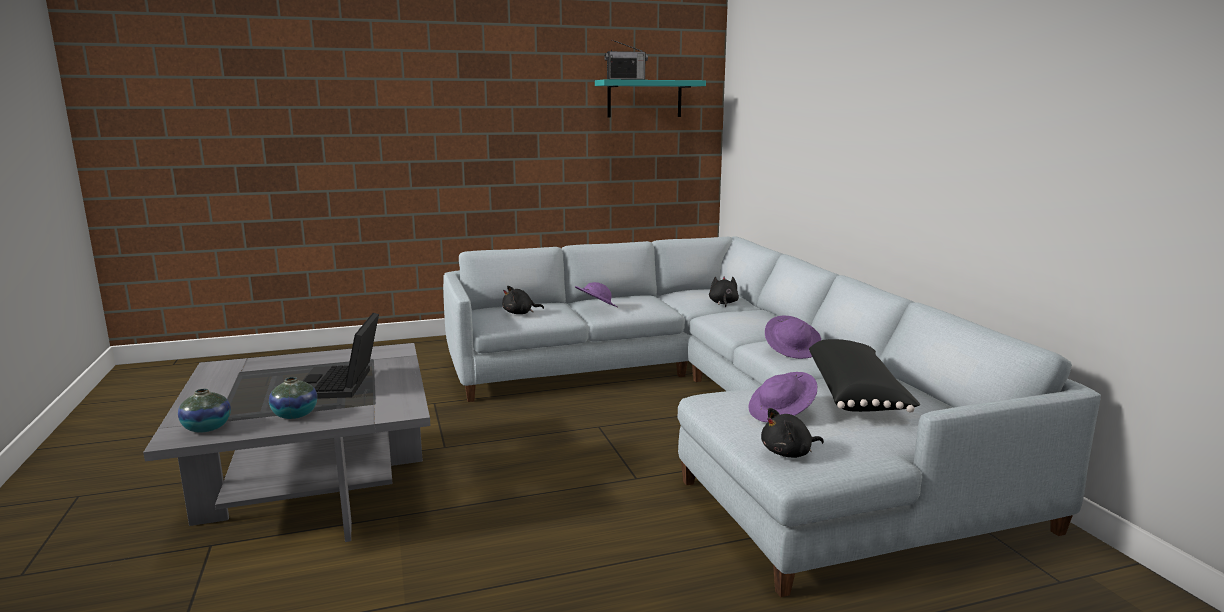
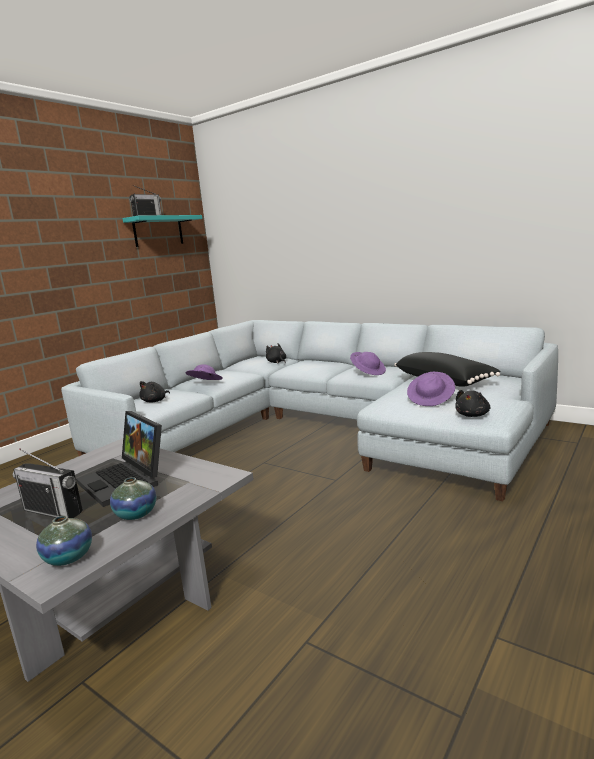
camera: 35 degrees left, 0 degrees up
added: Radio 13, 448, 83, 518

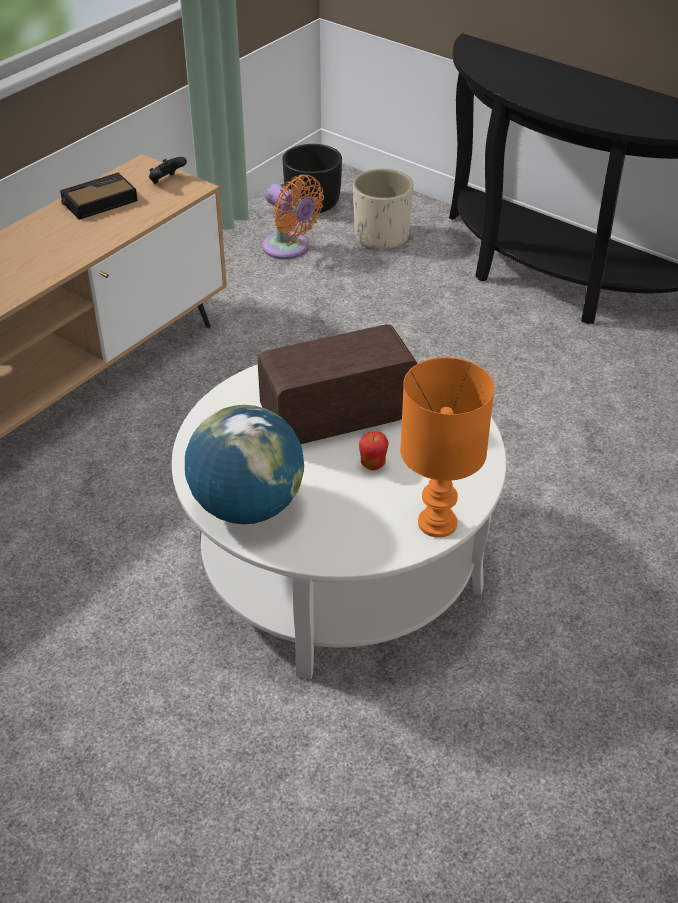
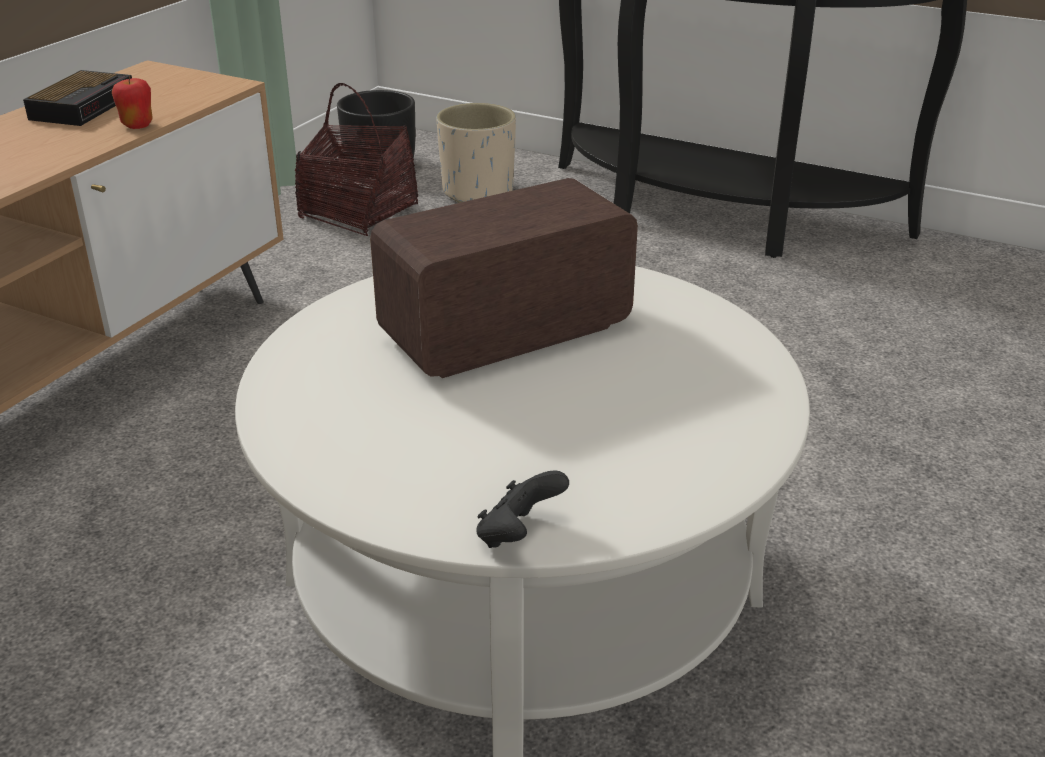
camera: 10 degrees left, 10 degrees down
removed: DeskGlobe 185, 405, 304, 524; OrangeColouredTableLamp 400, 357, 494, 538
moved: Apple 359, 431, 389, 470 to 112, 76, 153, 129; BlackColouredGameController 149, 157, 187, 184 to 476, 470, 569, 548
replaced: OrangeColouredFan 262, 175, 324, 259 to StorageBasket 295, 83, 418, 236
turned: BedsideClock 60, 172, 138, 220 = 23, 70, 132, 126 150 degrees clockwise

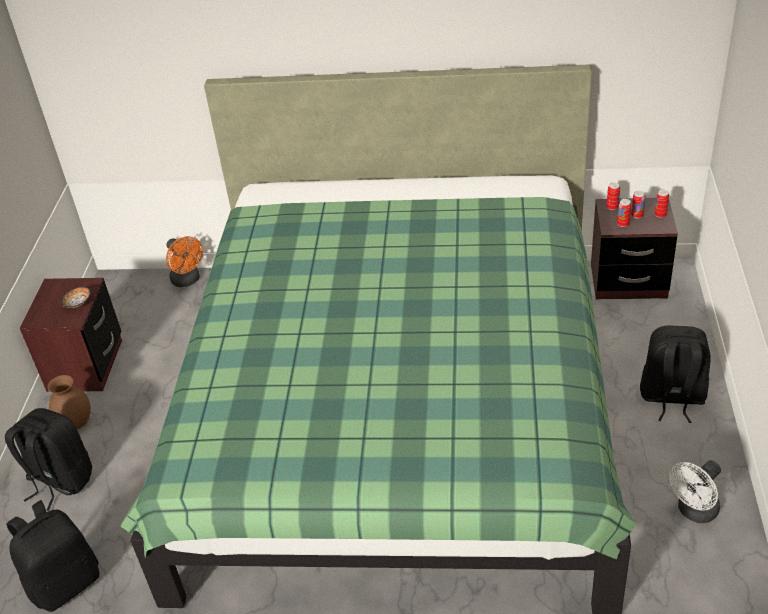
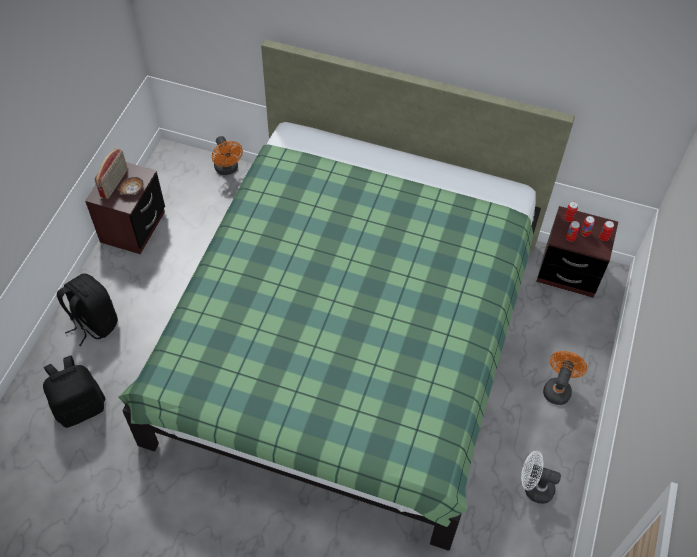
camera: 10 degrees right, 15 degrees up
removed: BrownVase 47, 375, 91, 429
added: Radio 95, 148, 128, 199
replaced: BlackColouredBackpack 640, 325, 711, 423 to OrangeColouredFan 543, 351, 587, 405
turned: WhiteColouredFan 669, 460, 721, 523 = 521, 451, 561, 504 45 degrees clockwise

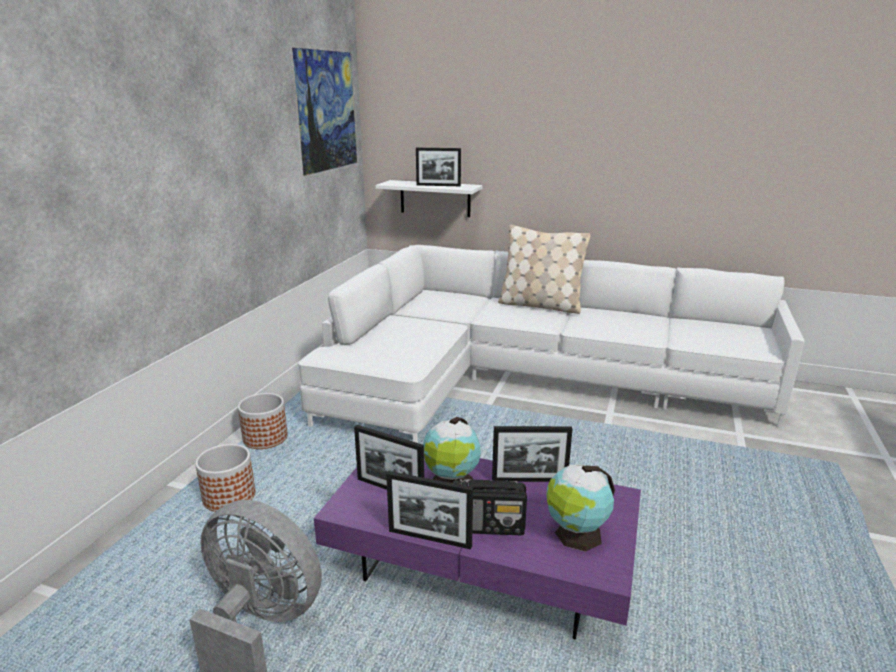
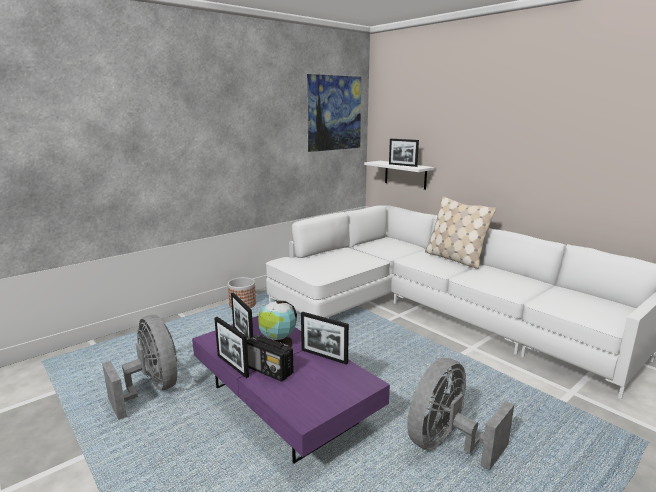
camera: 30 degrees right, 5 degrees down
removed: Planter 195, 444, 255, 512; DeskGlobe 546, 464, 615, 551
added: GreyFan 407, 358, 514, 471

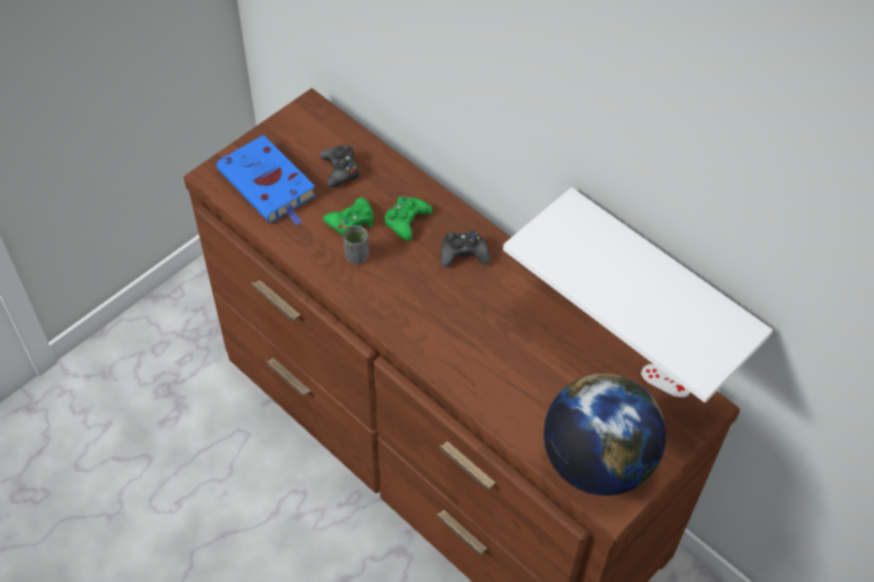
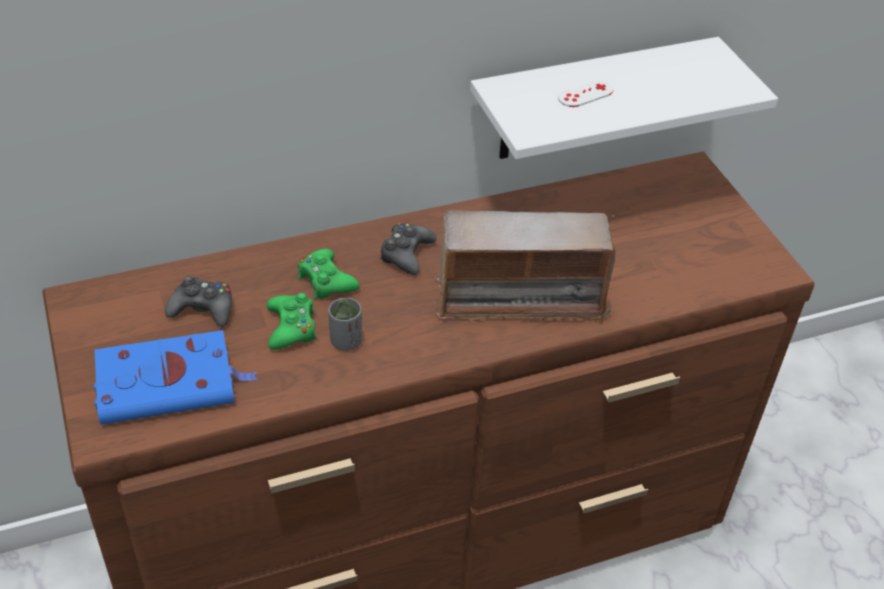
camera: 65 degrees left, 10 degrees down
removed: DeskGlobe 544, 373, 666, 496
added: Radio 433, 210, 616, 322
moved: WhiteColouredGameController 641, 364, 690, 398 to 558, 80, 613, 107

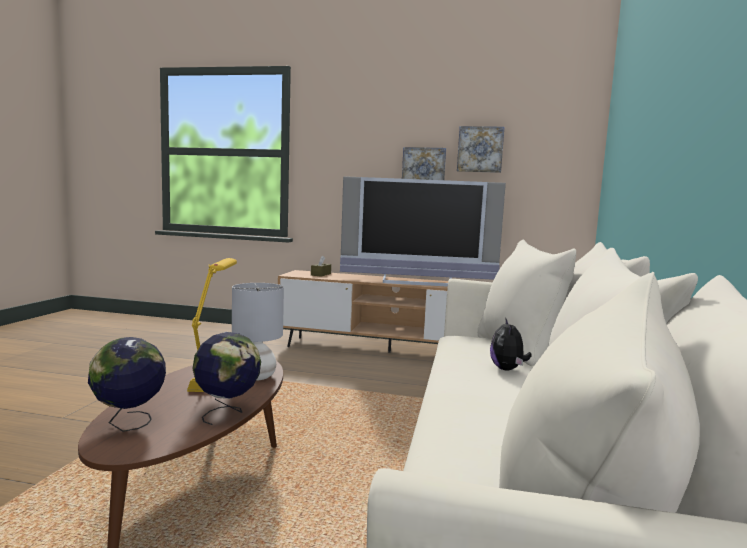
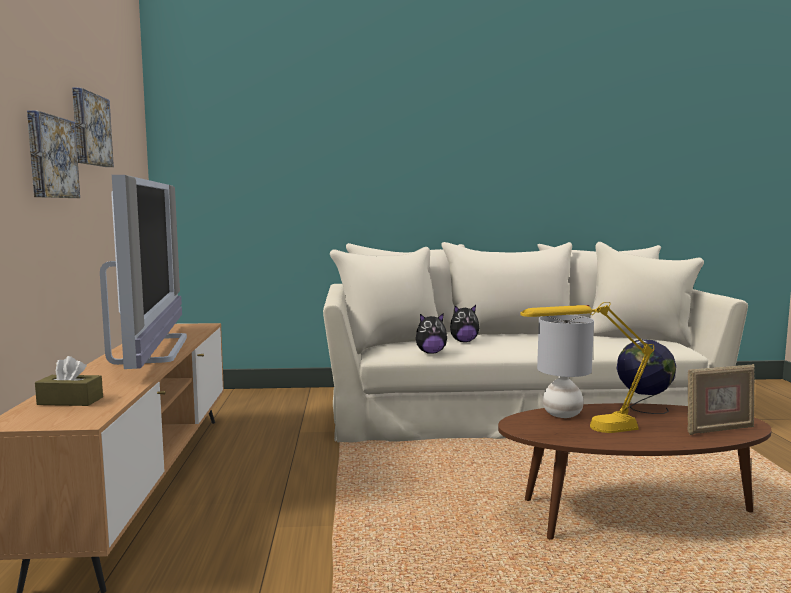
camera: 105 degrees left, 0 degrees up
added: PlushToy 416, 313, 447, 354
replaced: DeskGlobe 88, 337, 166, 432 to PhotoFrame 688, 364, 755, 435

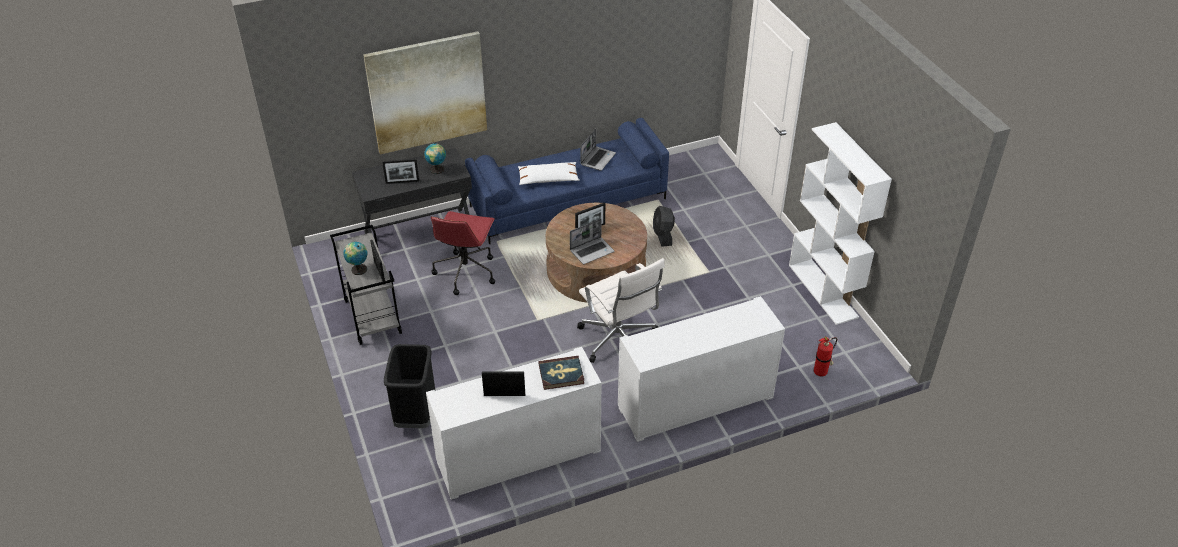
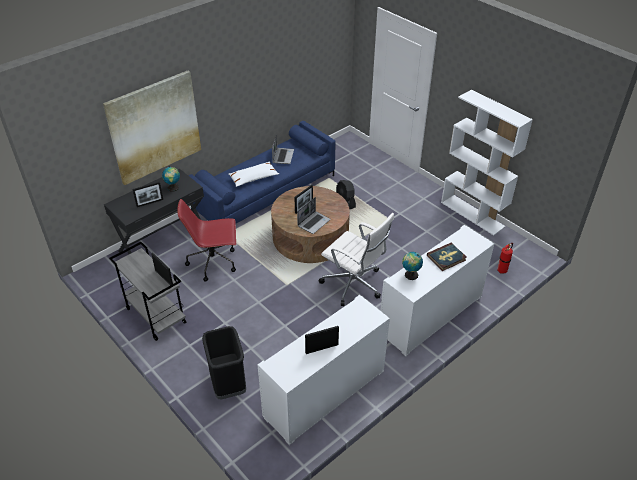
camera: 20 degrees left, 0 degrees up
moved: DeskGlobe 343, 242, 367, 275 to 402, 252, 423, 280; Volume 538, 356, 584, 390 to 427, 243, 467, 271
turned: RedColouredComputerChair 431, 211, 495, 295 = 177, 199, 236, 282 90 degrees clockwise

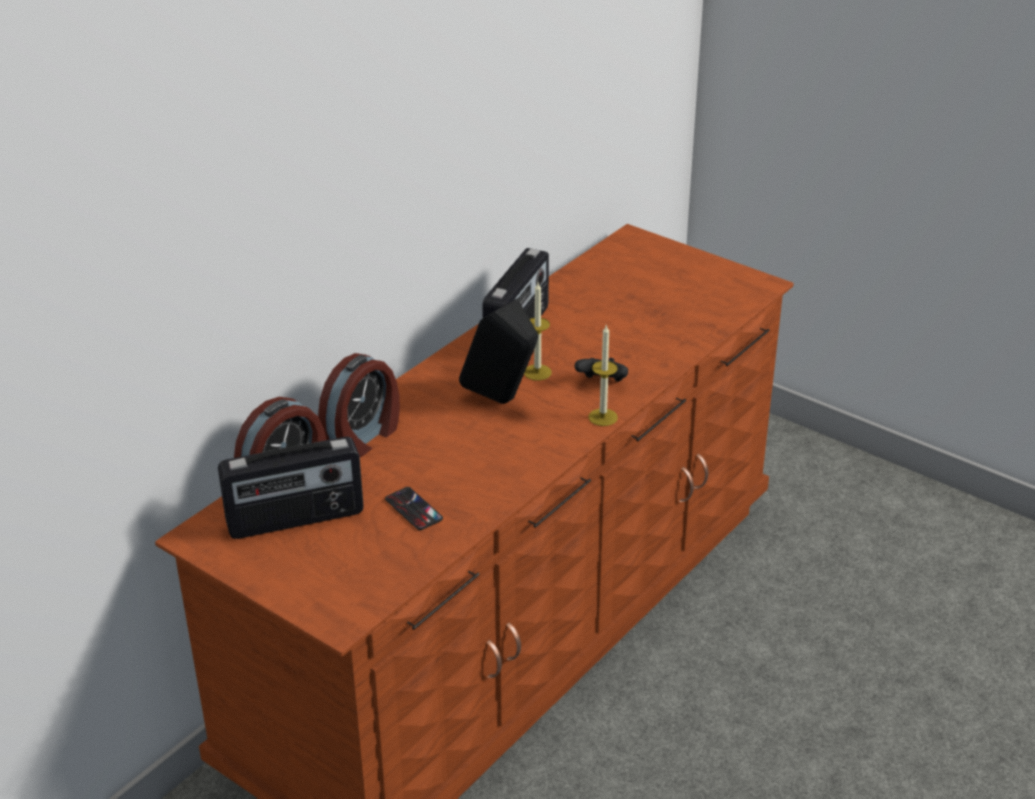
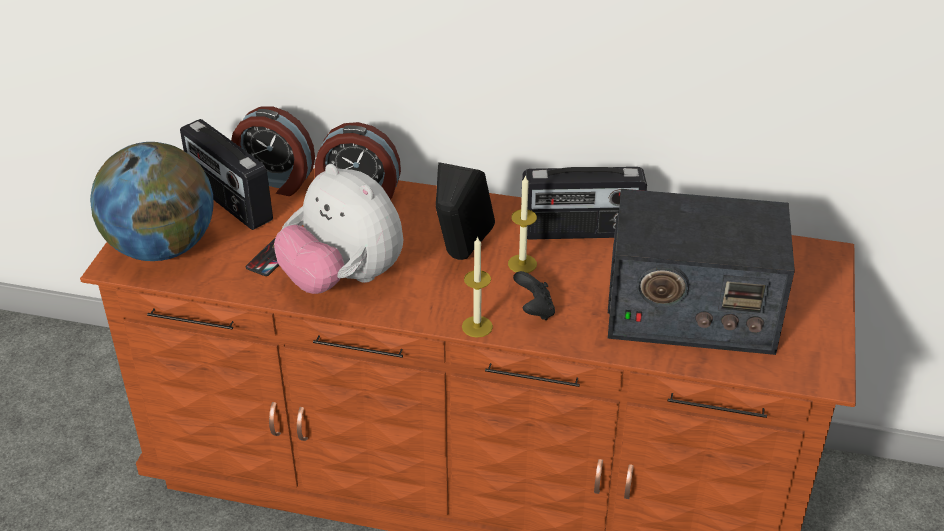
camera: 65 degrees right, 5 degrees up
added: DeskGlobe 90, 142, 214, 261; PlushToy 274, 164, 403, 294; Radio 608, 189, 795, 355

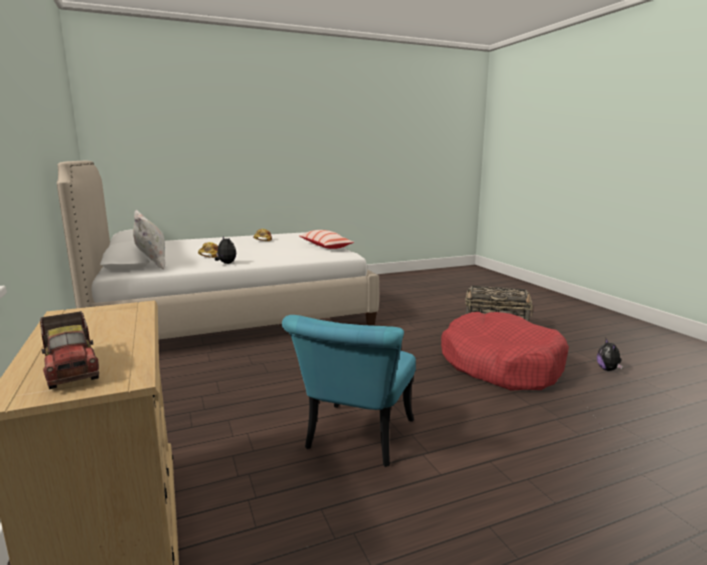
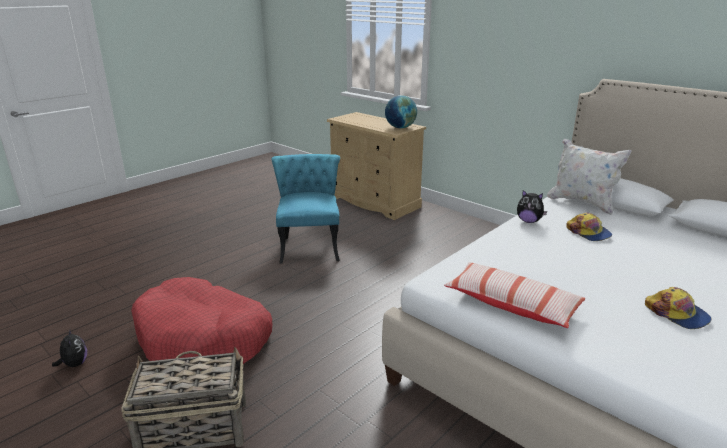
camera: 155 degrees right, 10 degrees up
removed: ToyTruck 40, 311, 99, 389
added: DeskGlobe 385, 95, 417, 128

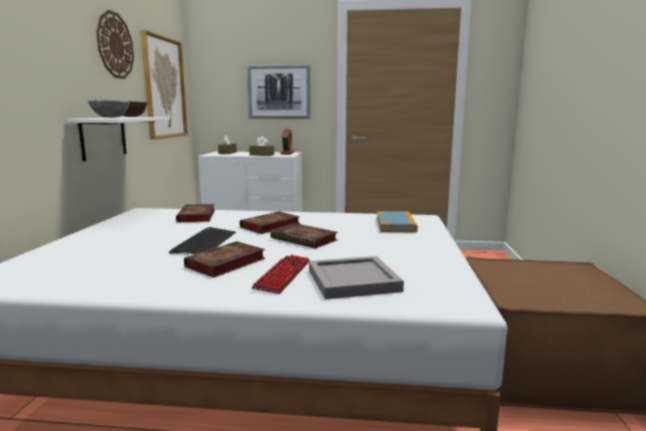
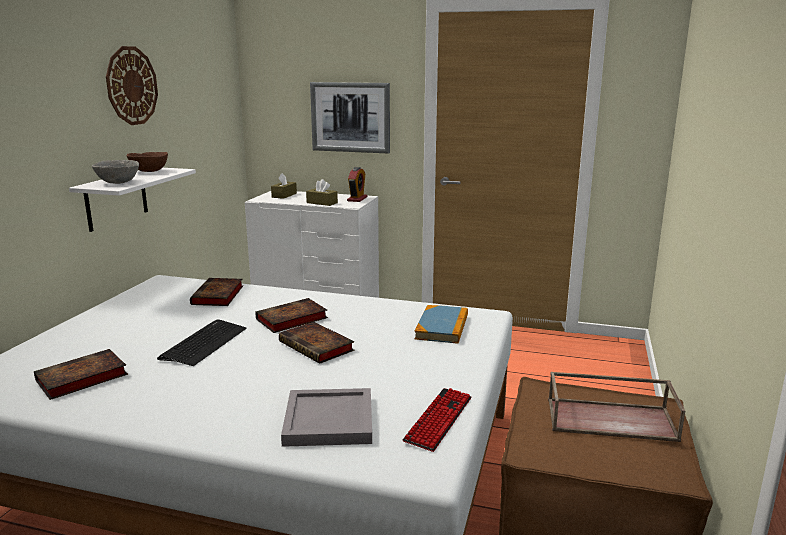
camera: 10 degrees right, 5 degrees up
removed: WallArt 141, 30, 188, 140
added: BrownTray 548, 372, 685, 442
moved: Volume 184, 241, 265, 278 to 34, 349, 128, 400; PcKeyboard 251, 255, 310, 294 to 403, 388, 471, 452

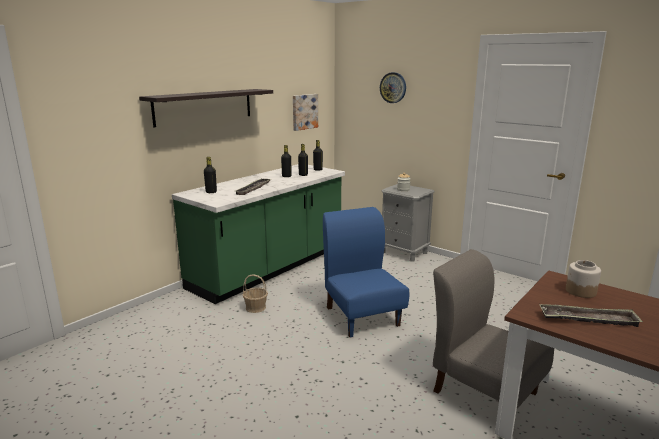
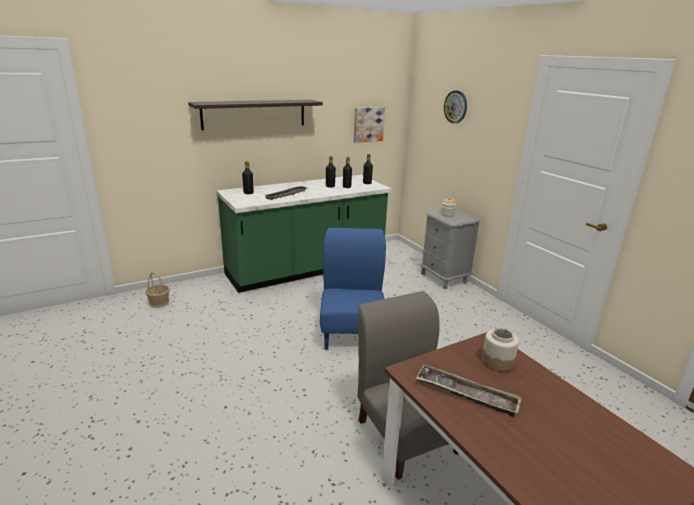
camera: 20 degrees right, 5 degrees up
moved: StorageBasket 242, 274, 268, 313 to 145, 272, 170, 308

